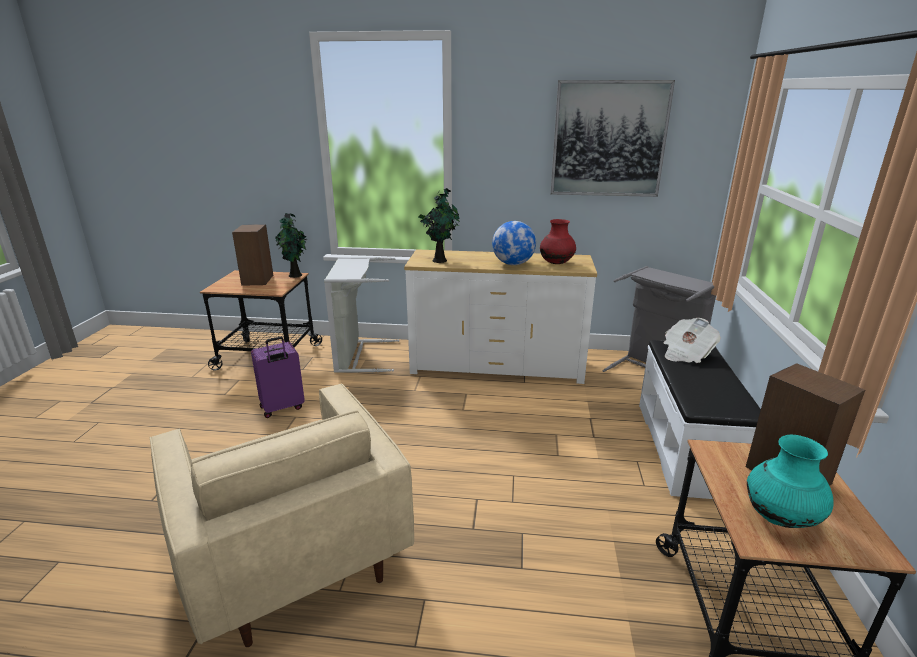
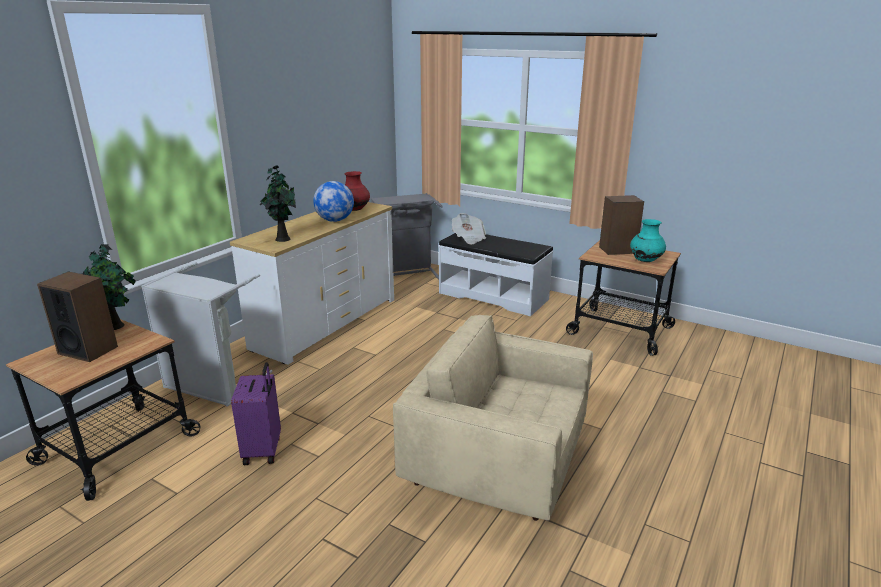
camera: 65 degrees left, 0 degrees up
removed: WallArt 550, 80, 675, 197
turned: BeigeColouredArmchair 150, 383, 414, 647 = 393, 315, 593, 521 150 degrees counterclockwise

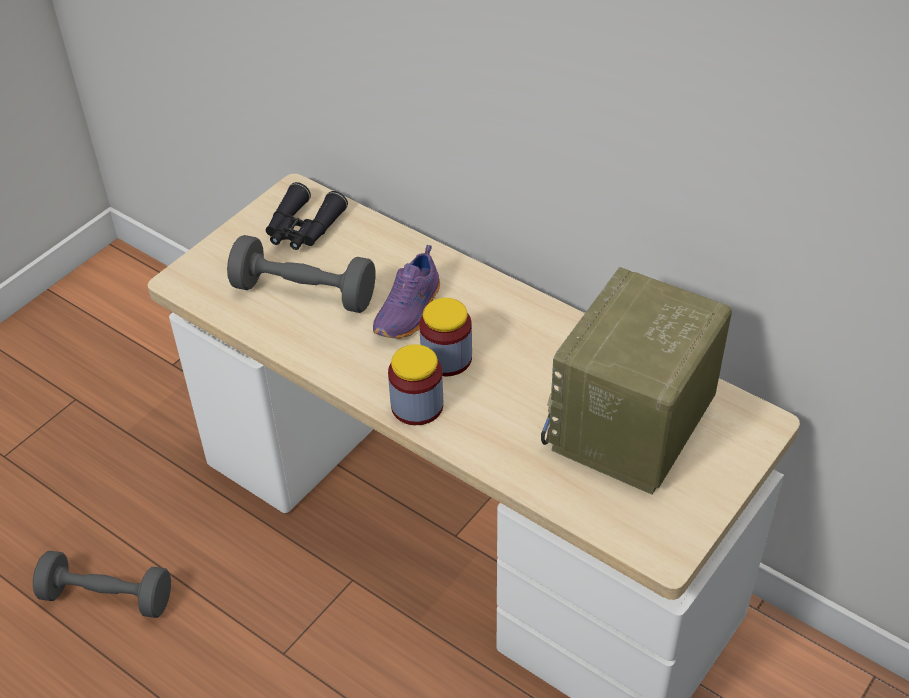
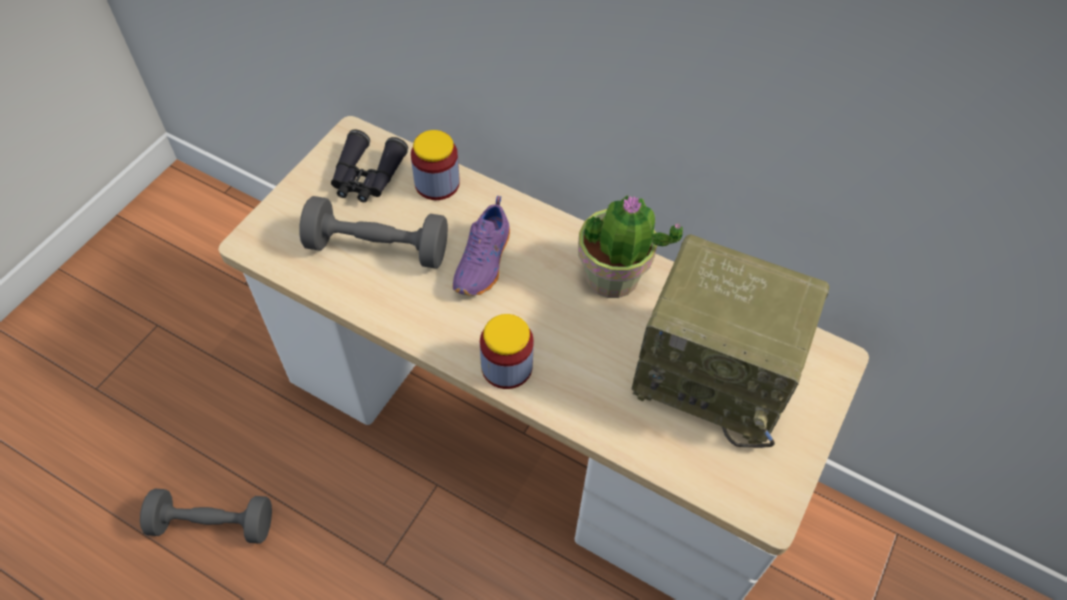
camera: 10 degrees left, 10 degrees up
added: Houseplant 578, 195, 683, 298
moved: Jar 419, 298, 472, 376 to 411, 130, 460, 200
turned: Radio 541, 267, 732, 495 = 632, 234, 829, 448 90 degrees counterclockwise

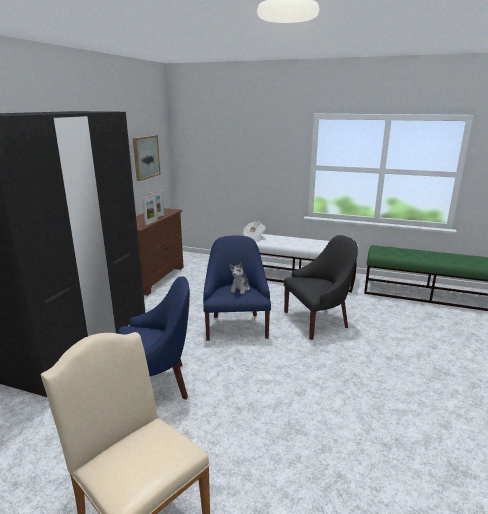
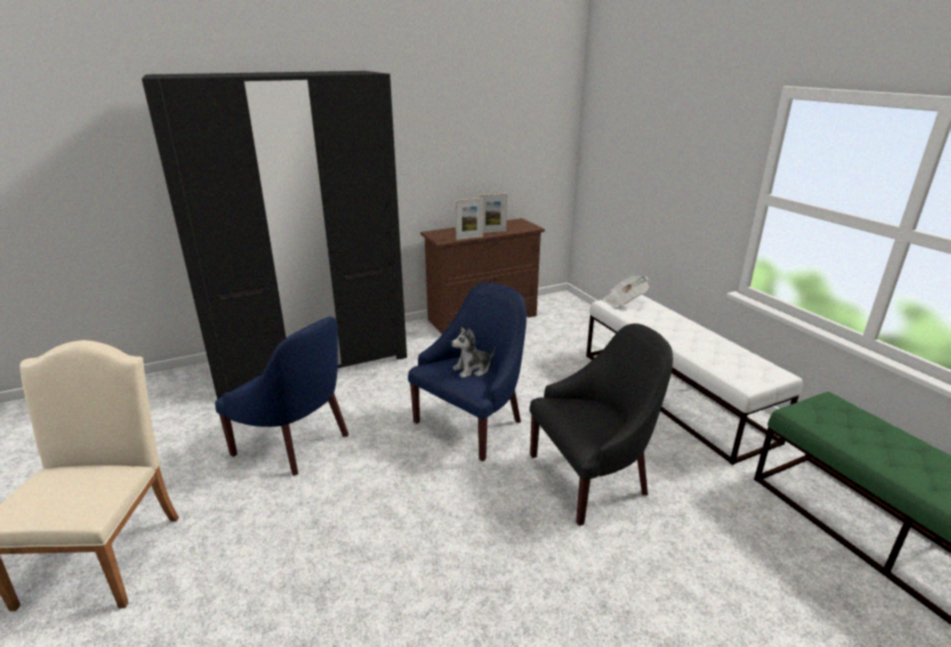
camera: 45 degrees right, 5 degrees up
removed: WallArt 133, 135, 161, 181
turned: BlackColouredArmchair 284, 235, 358, 340 = 529, 323, 673, 526 45 degrees counterclockwise

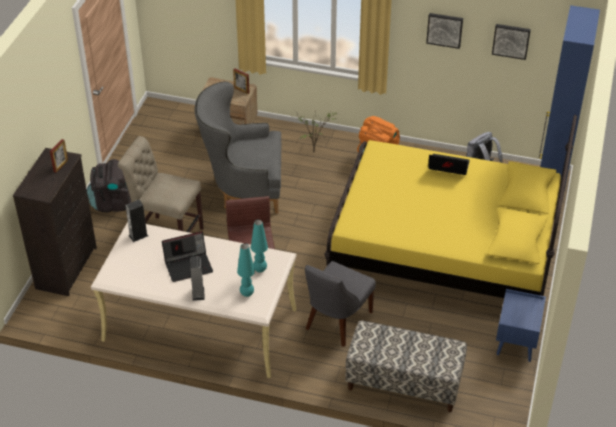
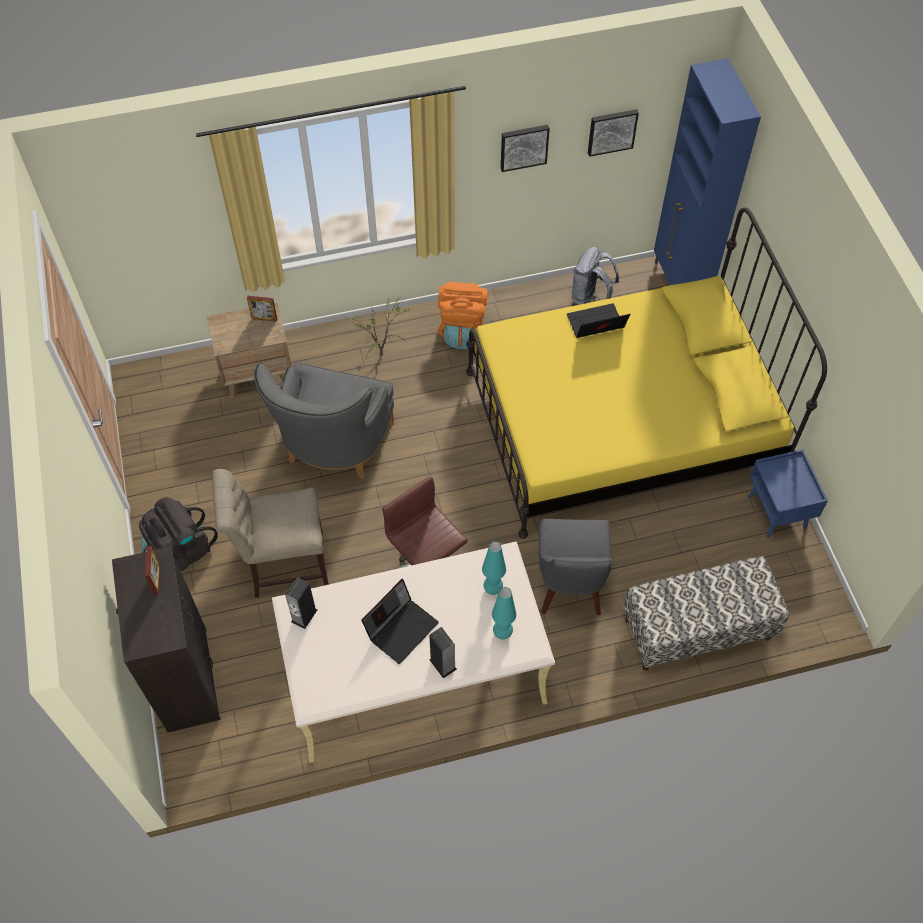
camera: 30 degrees left, 15 degrees up
turned: GreyArmchair 195, 82, 281, 214 = 254, 363, 394, 479 45 degrees counterclockwise

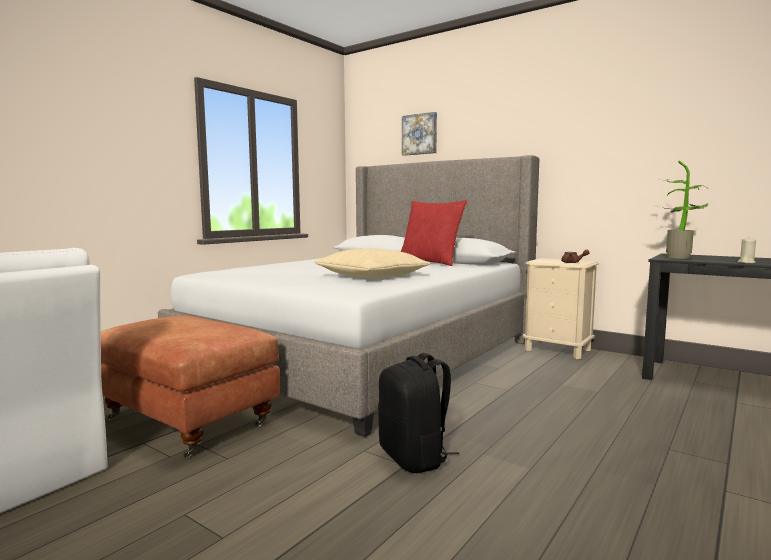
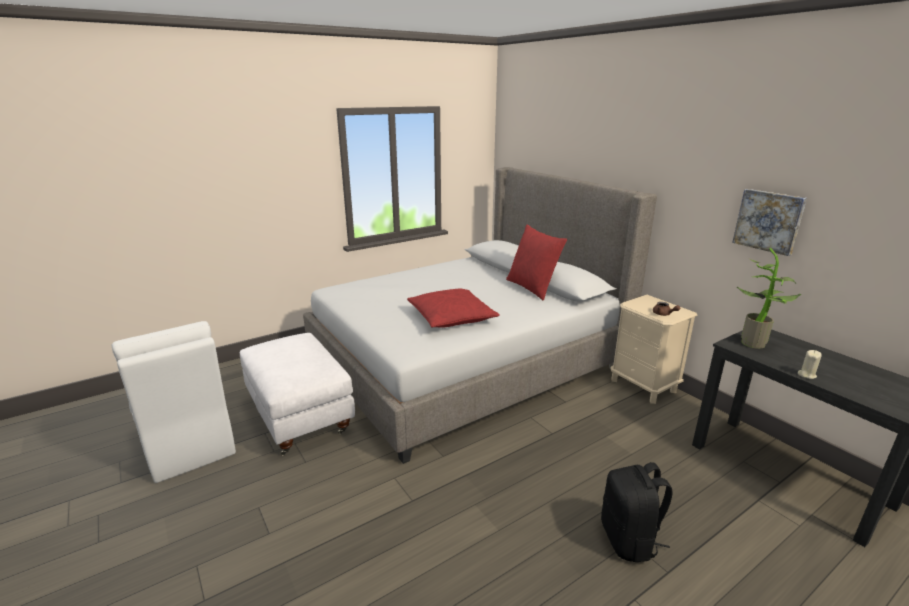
camera: 20 degrees right, 15 degrees up
moved: BlackColouredBackpack 378, 353, 459, 473 to 601, 462, 673, 562; WallArt 402, 112, 437, 156 to 732, 189, 807, 256
recoloured: BrownFootrest 101, 315, 280, 458 to WhiteColouredFootrest 240, 333, 355, 456; BeigeColouredPillow 314, 249, 430, 278 to RedColouredPillow 407, 289, 500, 328

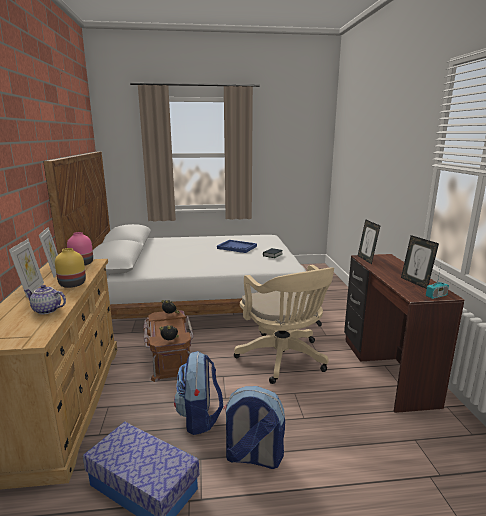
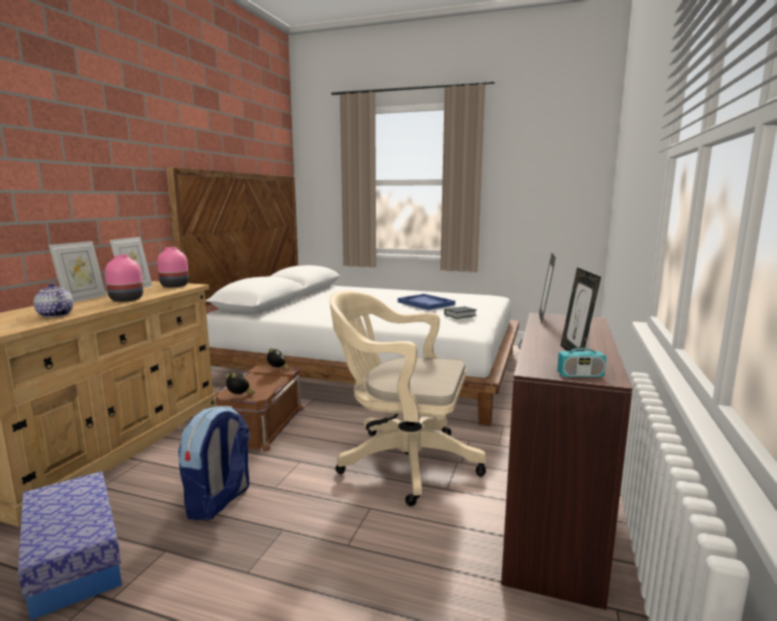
camera: 25 degrees right, 5 degrees down
removed: Backpack 223, 386, 285, 469
recoloured: YellowishVase 55, 248, 86, 288 to PinkVase 105, 255, 143, 302
turned: BeigeColouredComputerChair 234, 265, 334, 384 = 329, 291, 486, 506 105 degrees clockwise

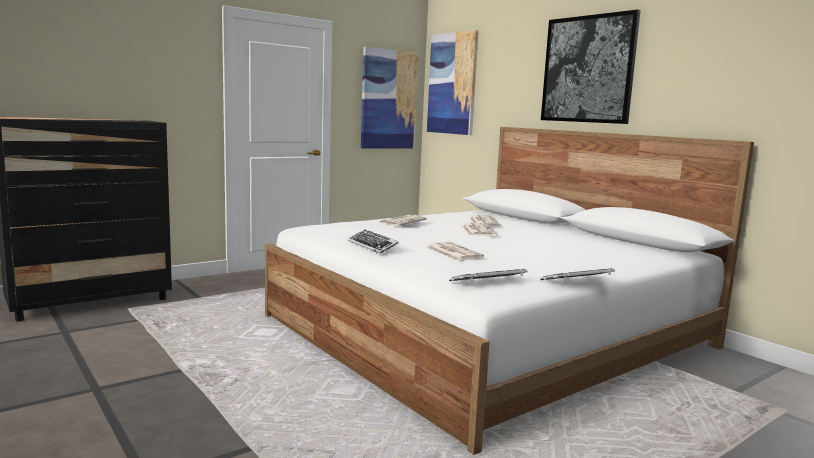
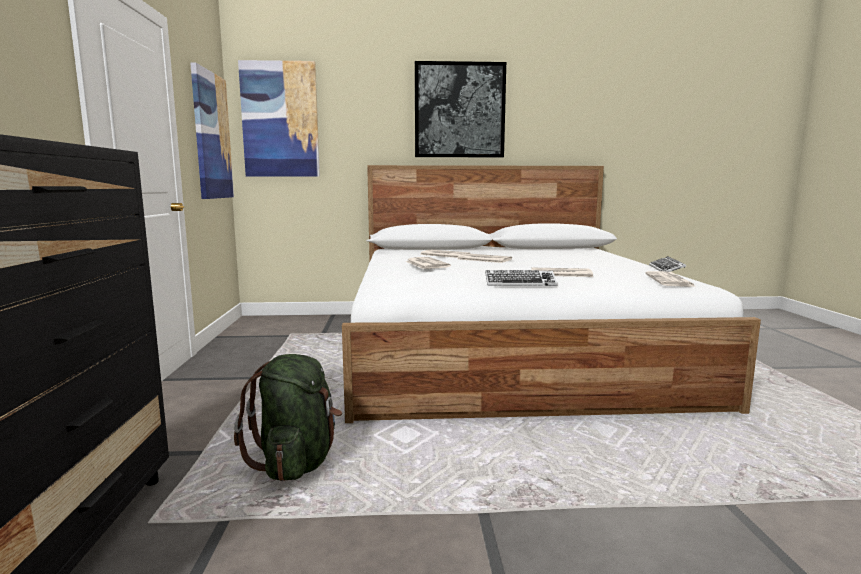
camera: 55 degrees left, 0 degrees up
added: GreenishBackpack 234, 354, 342, 481
replaced: PcKeyboard 449, 269, 528, 281 to DailyPaper 645, 271, 696, 287

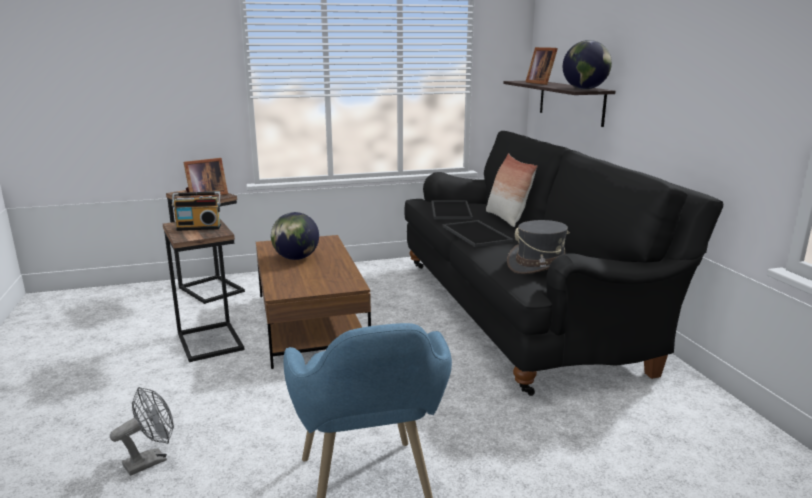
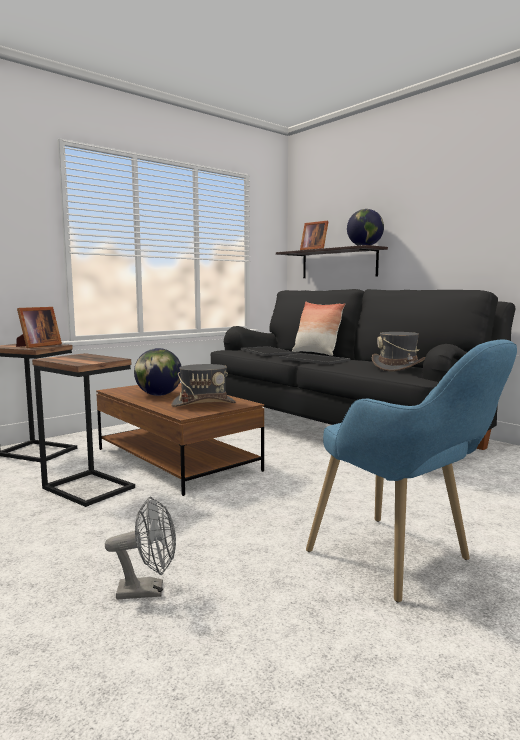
camera: 25 degrees left, 10 degrees down
removed: Radio 172, 191, 221, 231
added: GreyClothingHat 171, 364, 236, 407
turned: GreyFan 110, 387, 174, 476 = 105, 497, 176, 599 60 degrees clockwise

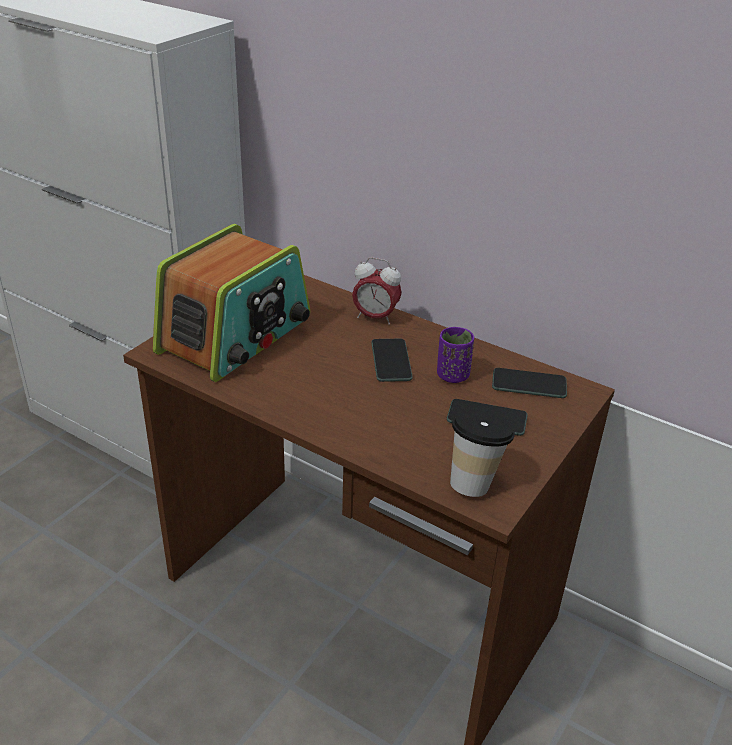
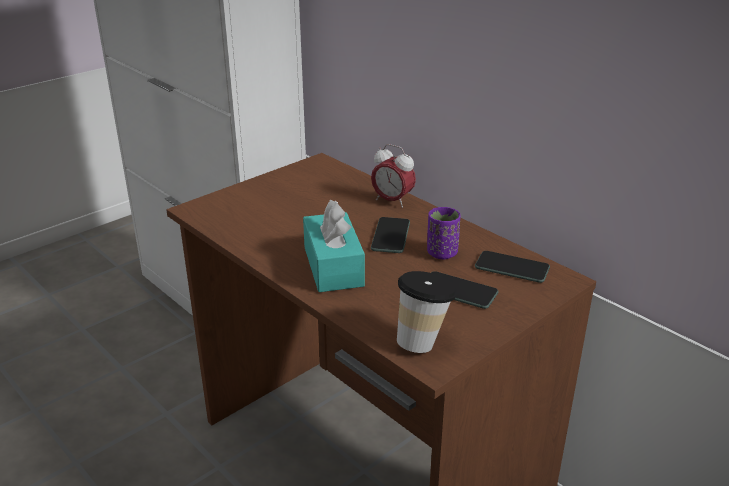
camera: 15 degrees right, 5 degrees down
removed: Radio 153, 224, 310, 382
added: TurquoiseBoxOfTissues 303, 200, 365, 292

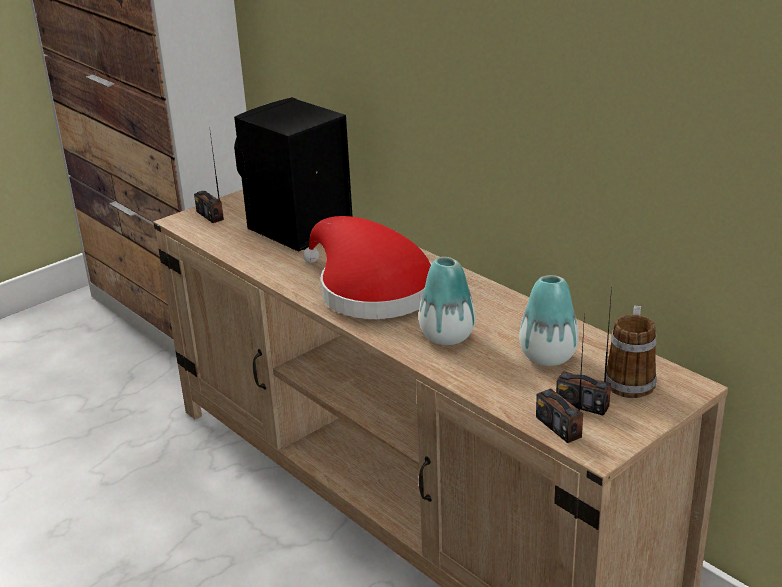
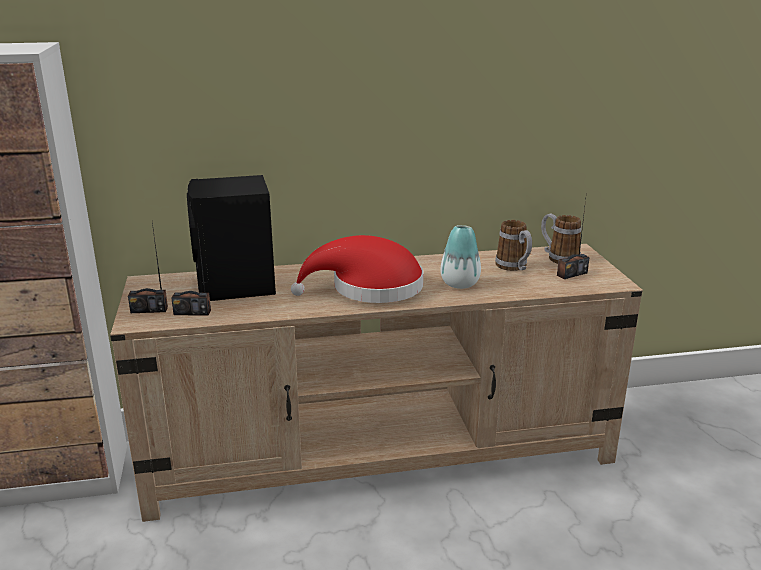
camera: 60 degrees left, 5 degrees down
moved: Radio 536, 313, 585, 443 to 171, 223, 211, 316
replaced: Vase 519, 275, 579, 366 to CoffeeMug 495, 220, 532, 271

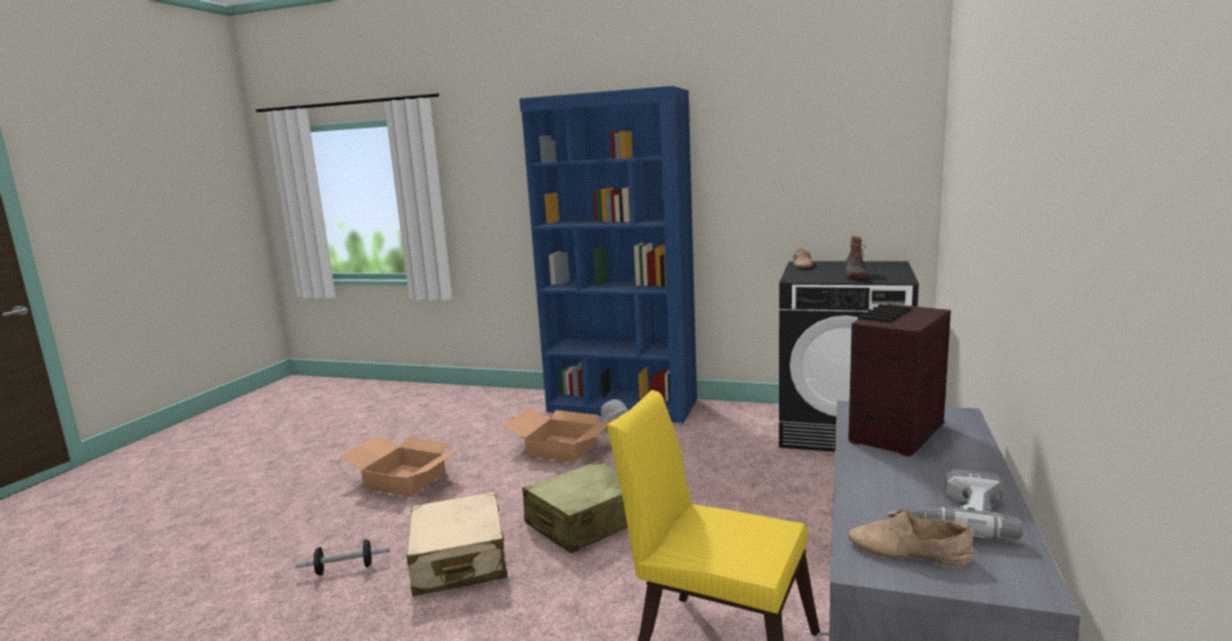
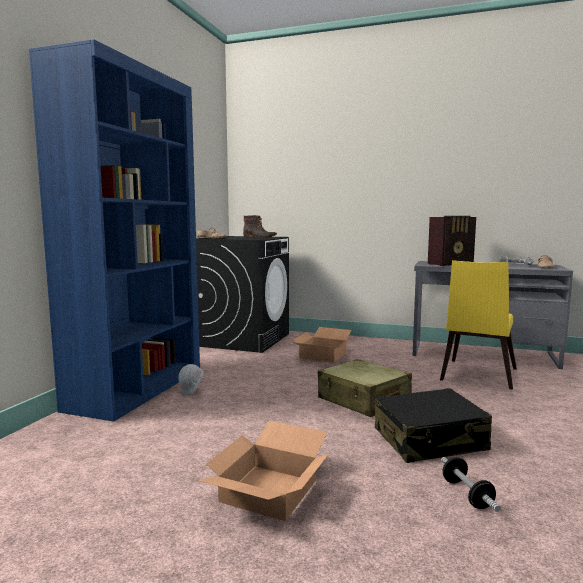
camera: 90 degrees left, 5 degrees down
moved: CardboardBox 504, 408, 615, 463 to 292, 327, 352, 363
recoloured: BeigeColouredSuitcase 406, 492, 507, 596 to BlackColouredSuitcase 375, 388, 492, 463
turned: Radio 848, 304, 951, 457 = 428, 216, 476, 266 60 degrees counterclockwise

